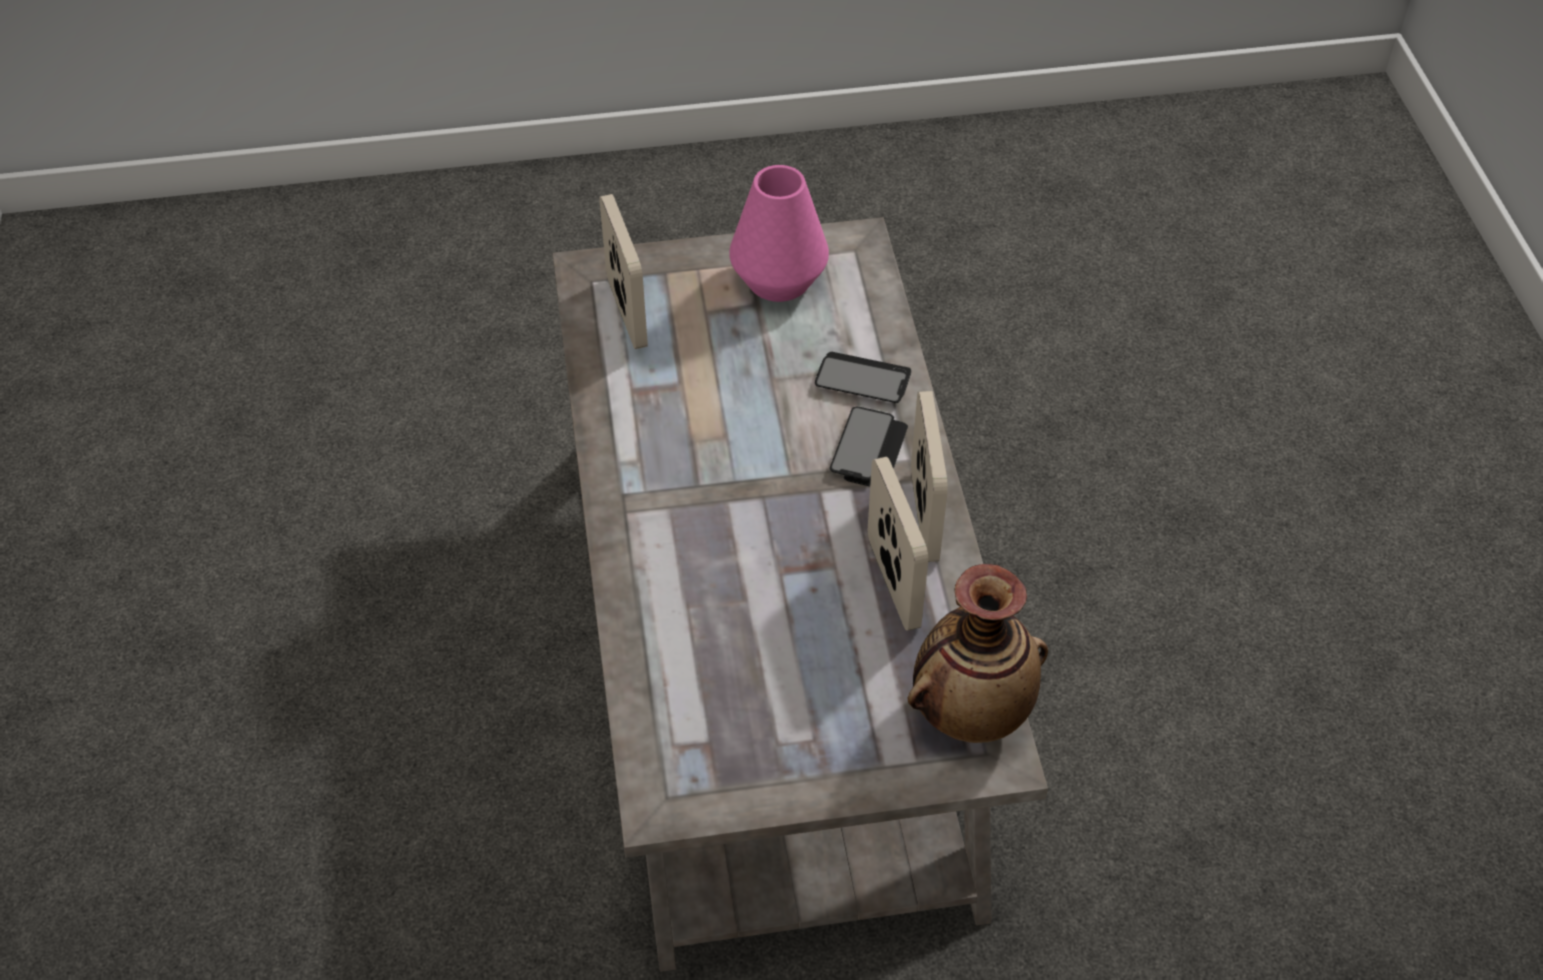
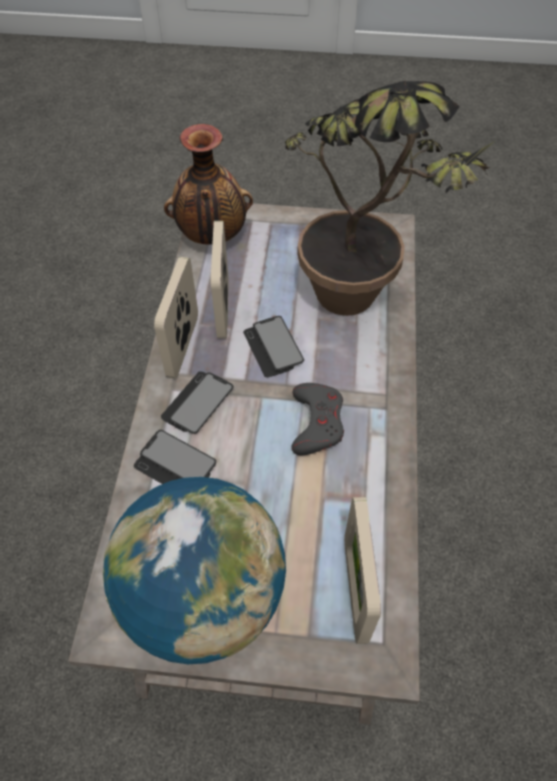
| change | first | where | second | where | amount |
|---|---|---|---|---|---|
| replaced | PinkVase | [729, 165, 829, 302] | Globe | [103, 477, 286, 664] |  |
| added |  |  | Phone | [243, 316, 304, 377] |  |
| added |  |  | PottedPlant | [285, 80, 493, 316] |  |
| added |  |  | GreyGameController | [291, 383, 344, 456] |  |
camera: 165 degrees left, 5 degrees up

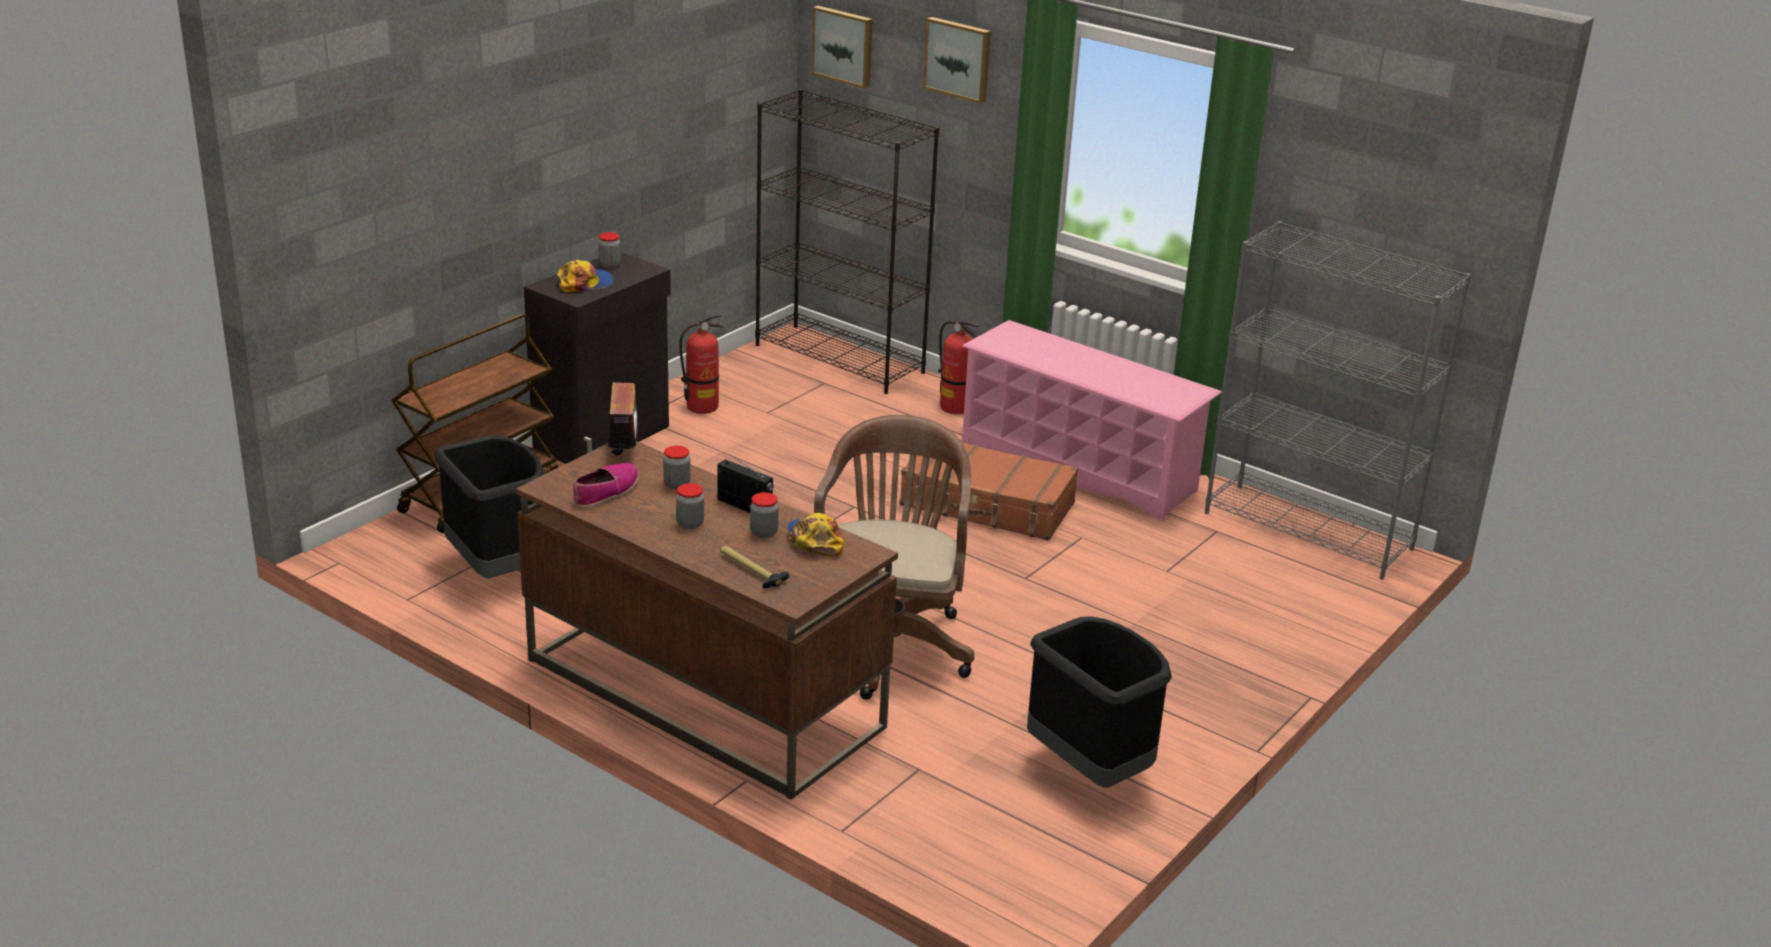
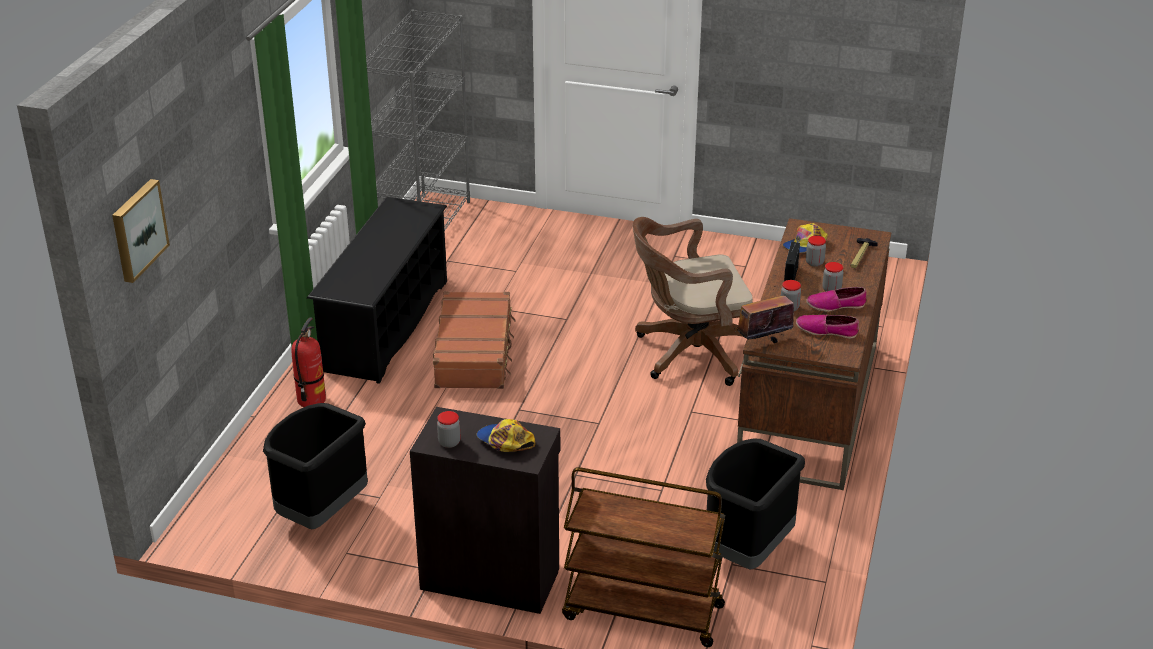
| change | first | where | second | where | amount |
|---|---|---|---|---|---|
| moved | BlackTrashCan | [1027, 616, 1172, 788] |  | [263, 403, 368, 529] |  |
| recoloured | PinkShoeRack | [962, 320, 1222, 521] | BlackShoeRack | [307, 197, 447, 384] |  |
| added |  |  | Shoe | [806, 287, 867, 312] |  |
| removed | FireExtinguisher | [679, 314, 724, 414] |  |  |  |
| removed | BlackBookcase | [755, 89, 939, 394] |  |  |  |
| removed | Picture | [923, 17, 991, 104] |  |  |  |
camera: 110 degrees left, 5 degrees up

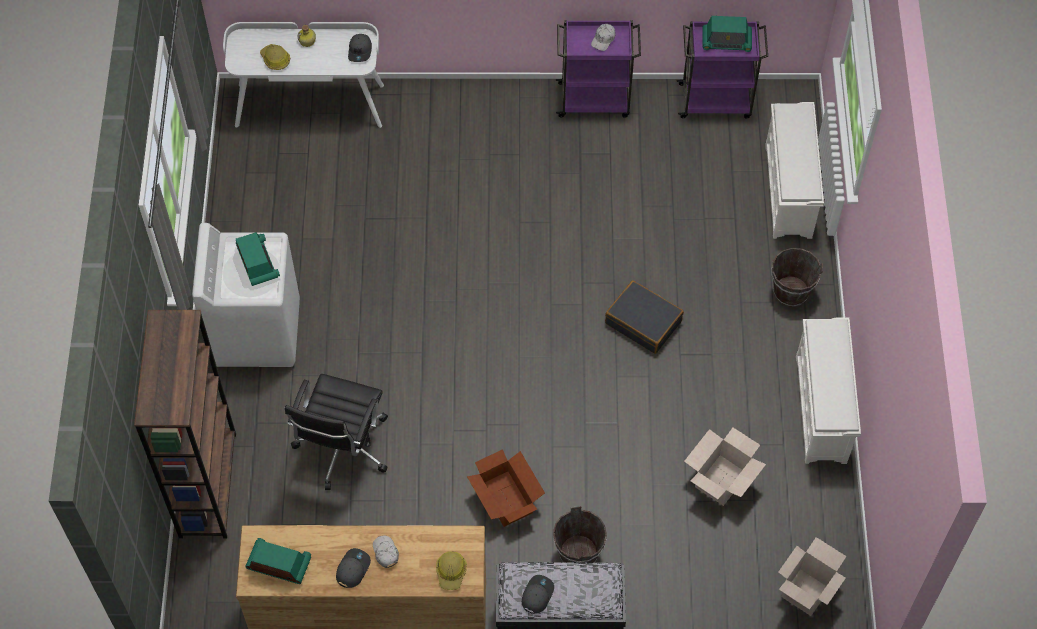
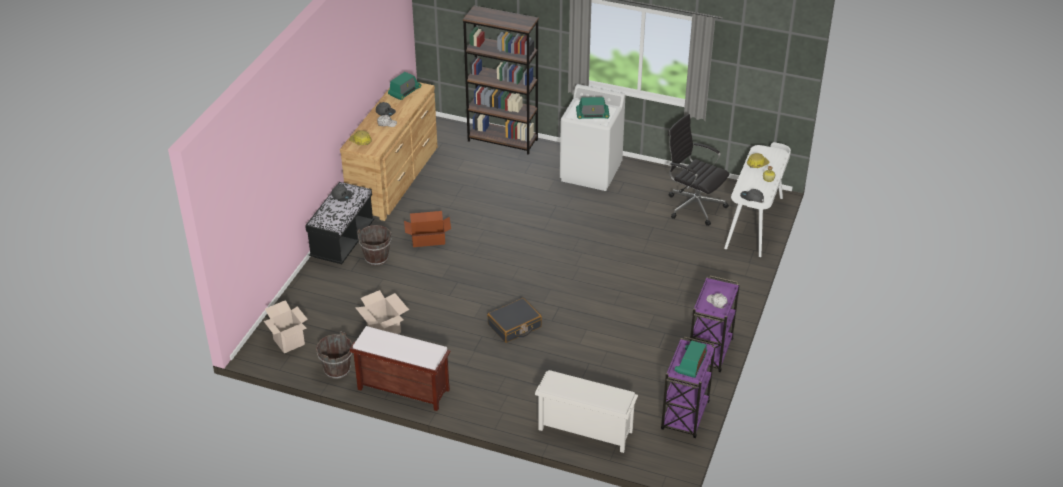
| change | first | where | second | where | amount |
|---|---|---|---|---|---|
| moved | BrownBucket | [772, 248, 823, 307] |  | [316, 331, 352, 379] |  |
| replaced | WhiteShoeRack | [796, 317, 861, 464] | BrownBench | [350, 326, 451, 411] |  |
| moved | BlackOfficeChair | [285, 374, 388, 490] |  | [668, 114, 729, 226] |  |
camera: 110 degrees right, 20 degrees down

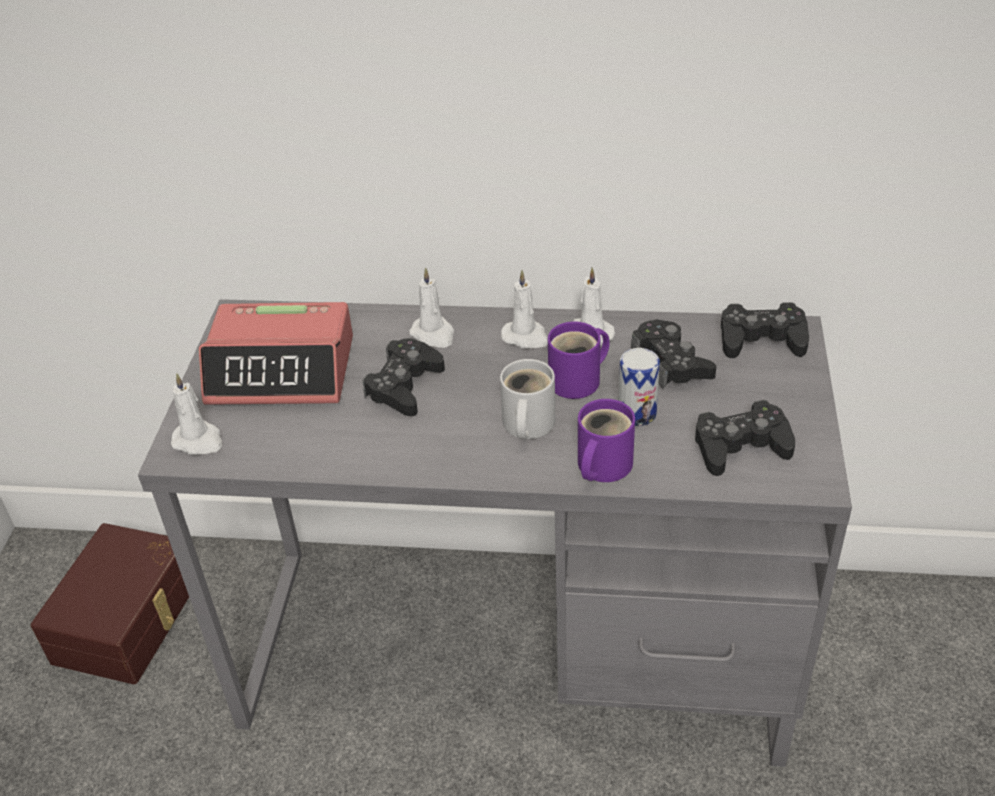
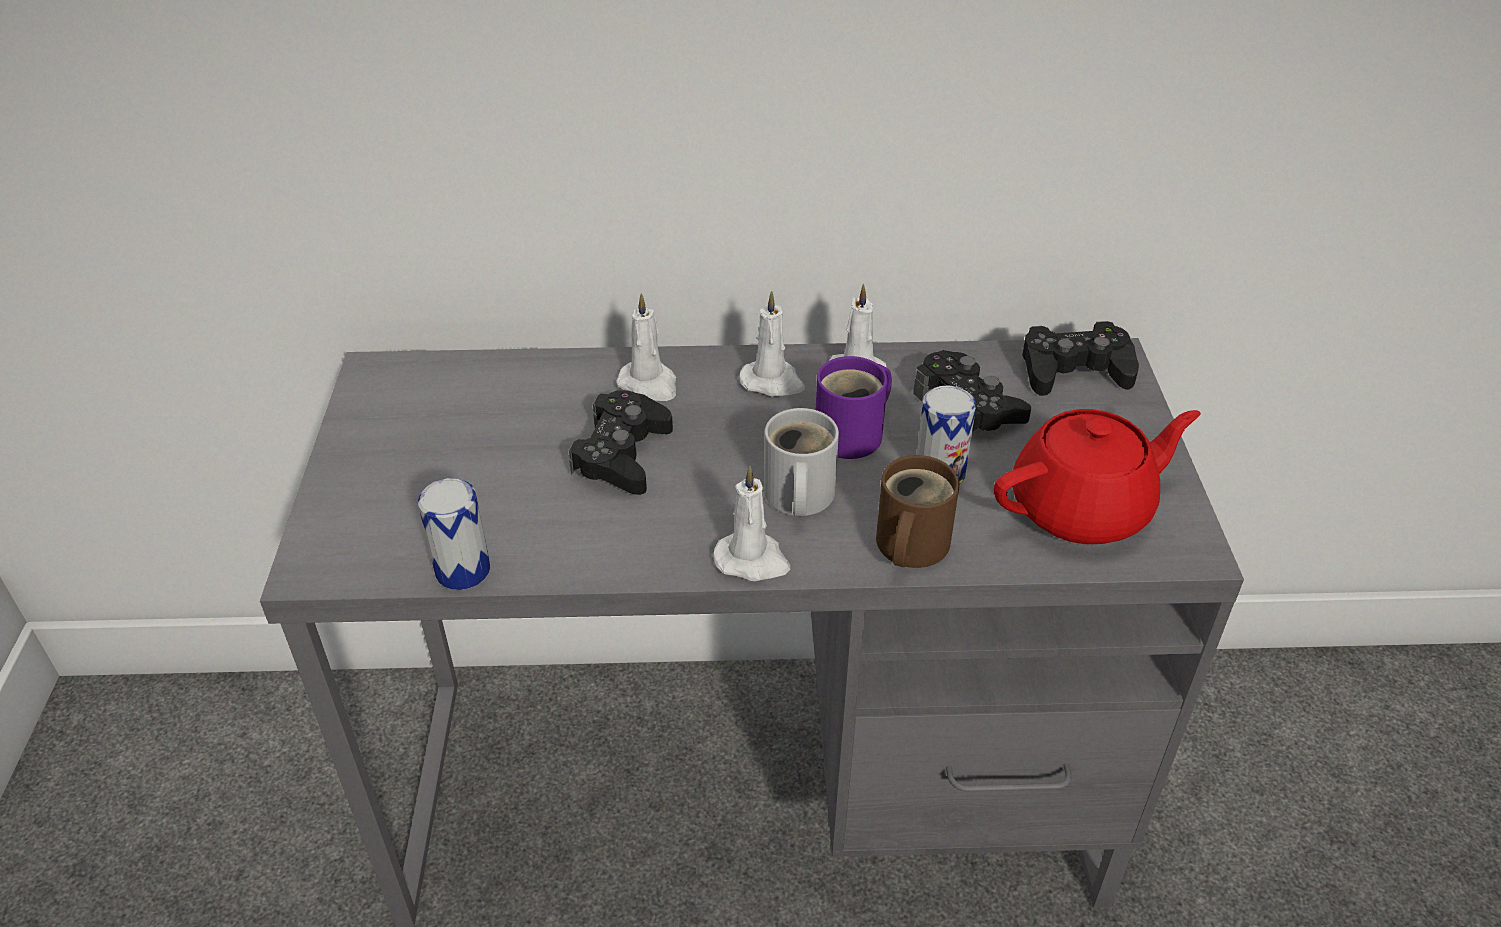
| change | first | where | second | where | amount |
|---|---|---|---|---|---|
| added |  |  | Can | [418, 478, 490, 590] |  |
| moved | WhiteCandle | [171, 373, 223, 455] |  | [713, 466, 790, 581] |  |
| recoloured | PurpleMug | [578, 399, 635, 482] | BrownMug | [876, 455, 959, 568] |  |
| replaced | BlackGameController | [695, 400, 795, 476] | RedTeapot | [994, 409, 1201, 544] |  |
| removed | BrownStorageBox | [31, 523, 189, 684] |  |  |  |
| removed | AlarmClock | [199, 302, 353, 405] |  |  |  |
camera: 10 degrees left, 0 degrees up

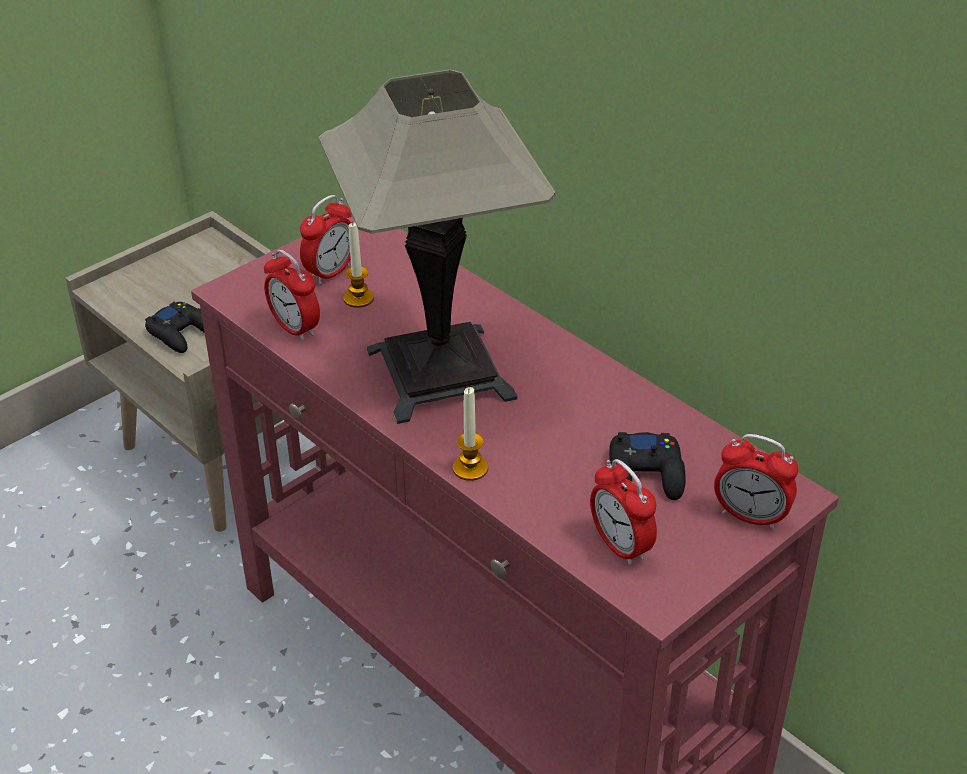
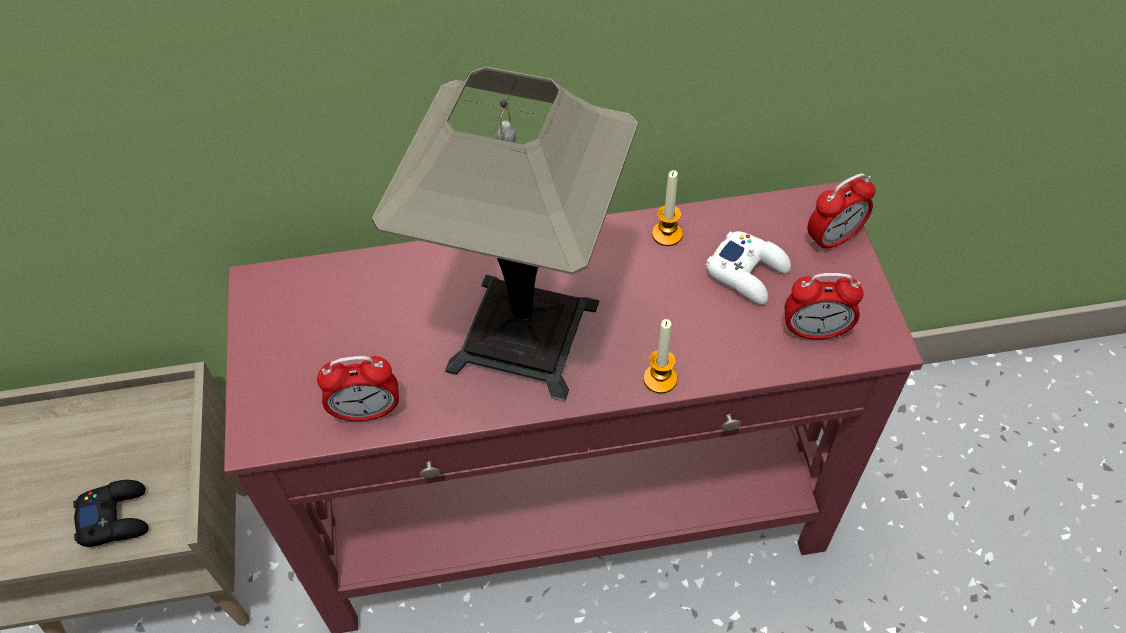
| change | first | where | second | where | amount |
|---|---|---|---|---|---|
| moved | Candle | [343, 222, 374, 308] |  | [652, 170, 683, 246] |  |
| recoloured | BlackGameController | [609, 432, 686, 500] | WhiteGameController | [706, 231, 791, 305] |  |
| removed | AlarmClock | [300, 195, 352, 285] |  |  |  |
camera: 55 degrees left, 15 degrees up

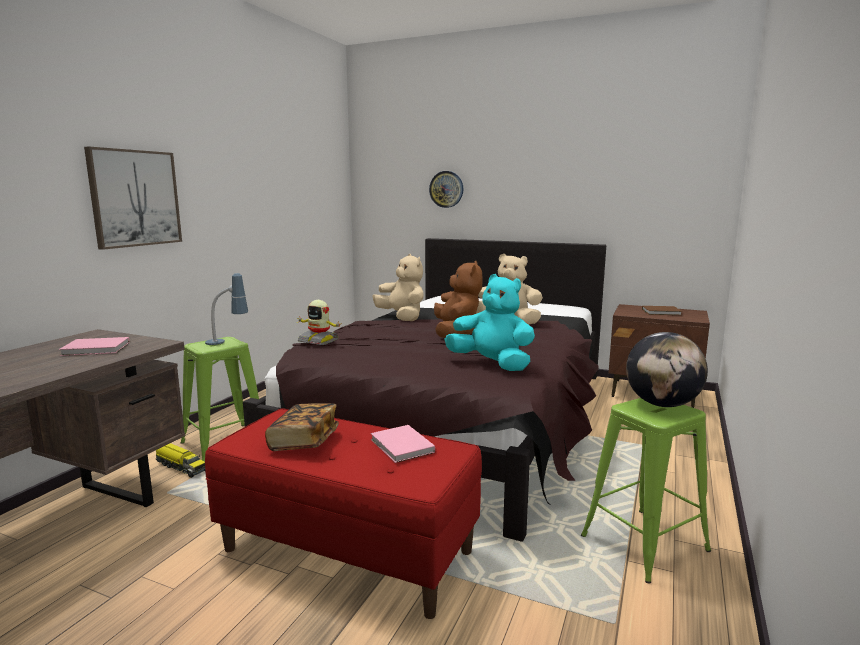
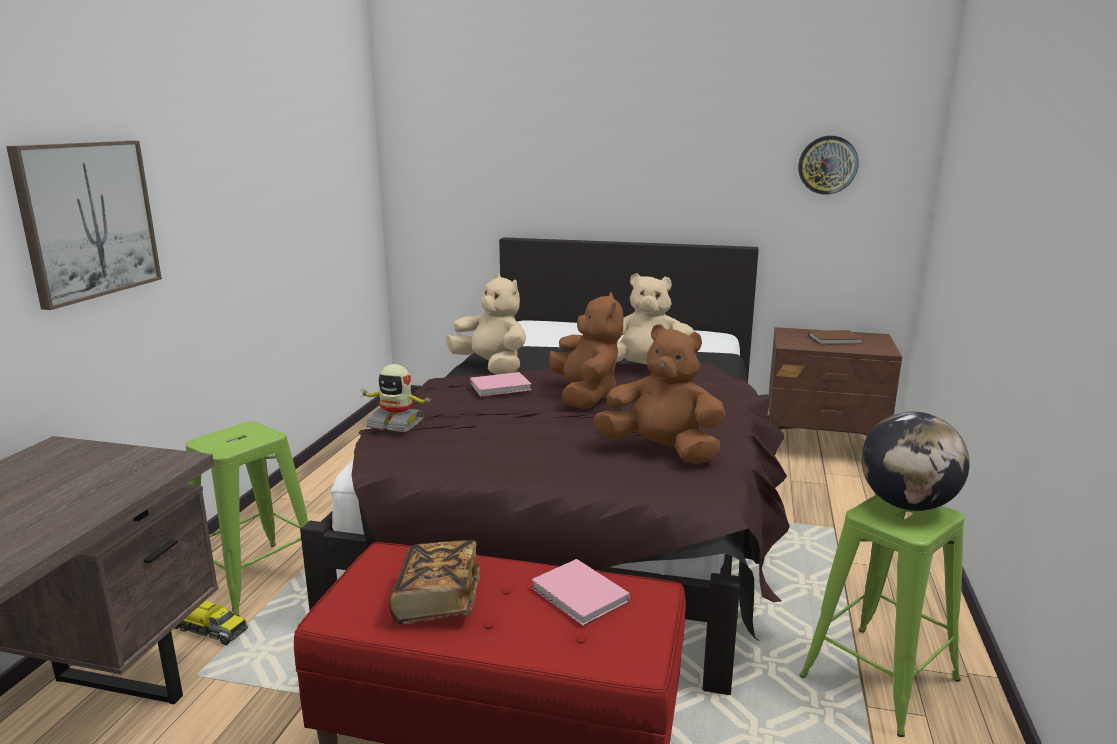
| change | first | where | second | where | amount |
|---|---|---|---|---|---|
| moved | PinkBook | [59, 337, 130, 356] |  | [470, 372, 532, 397] |  |
| recoloured | TurquoisePlushToy | [444, 274, 535, 371] | BrownPlushToy | [593, 324, 726, 464] |  |
| moved | WallClock | [429, 171, 464, 208] |  | [798, 136, 859, 195] |  |
| removed | TableLamp | [205, 273, 248, 345] |  |  |  |
camera: 10 degrees left, 5 degrees up

